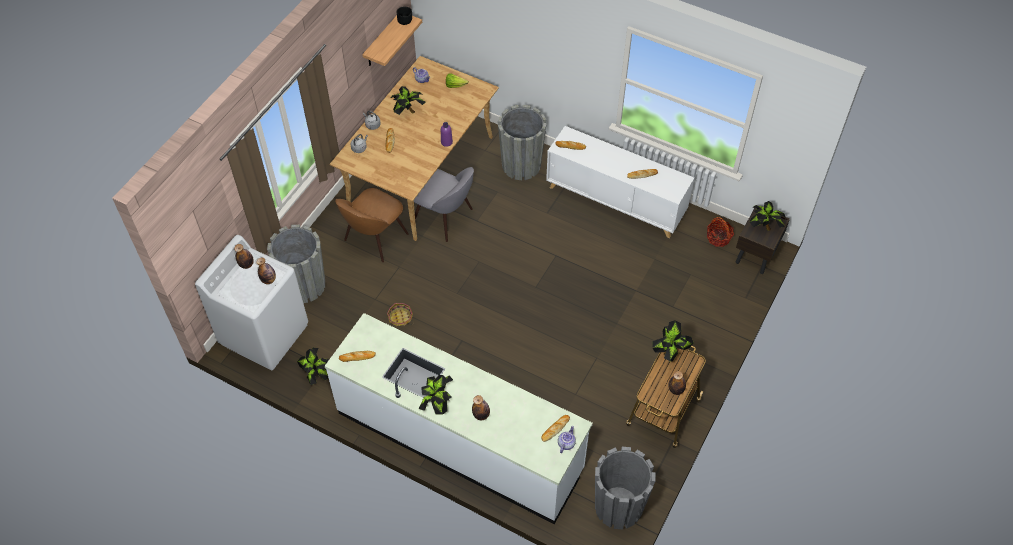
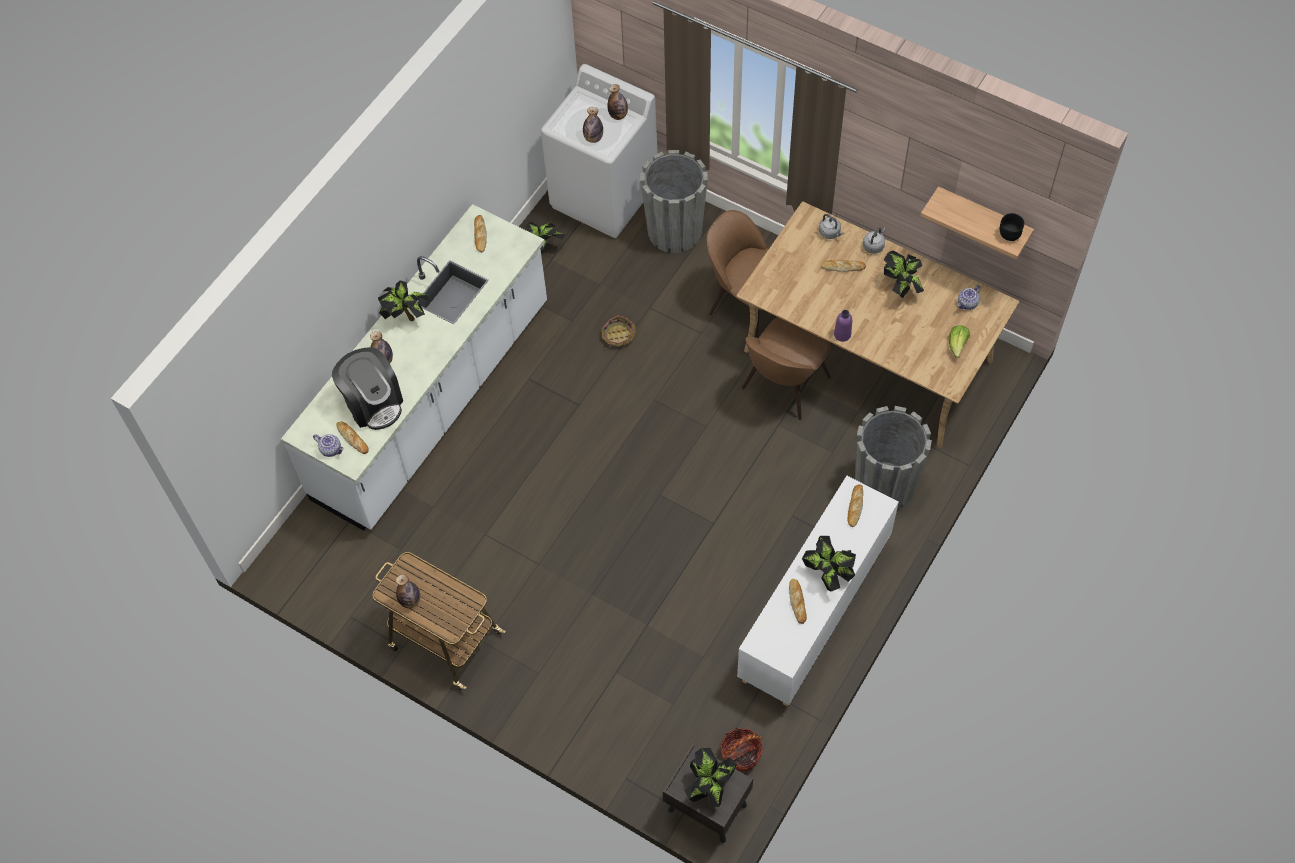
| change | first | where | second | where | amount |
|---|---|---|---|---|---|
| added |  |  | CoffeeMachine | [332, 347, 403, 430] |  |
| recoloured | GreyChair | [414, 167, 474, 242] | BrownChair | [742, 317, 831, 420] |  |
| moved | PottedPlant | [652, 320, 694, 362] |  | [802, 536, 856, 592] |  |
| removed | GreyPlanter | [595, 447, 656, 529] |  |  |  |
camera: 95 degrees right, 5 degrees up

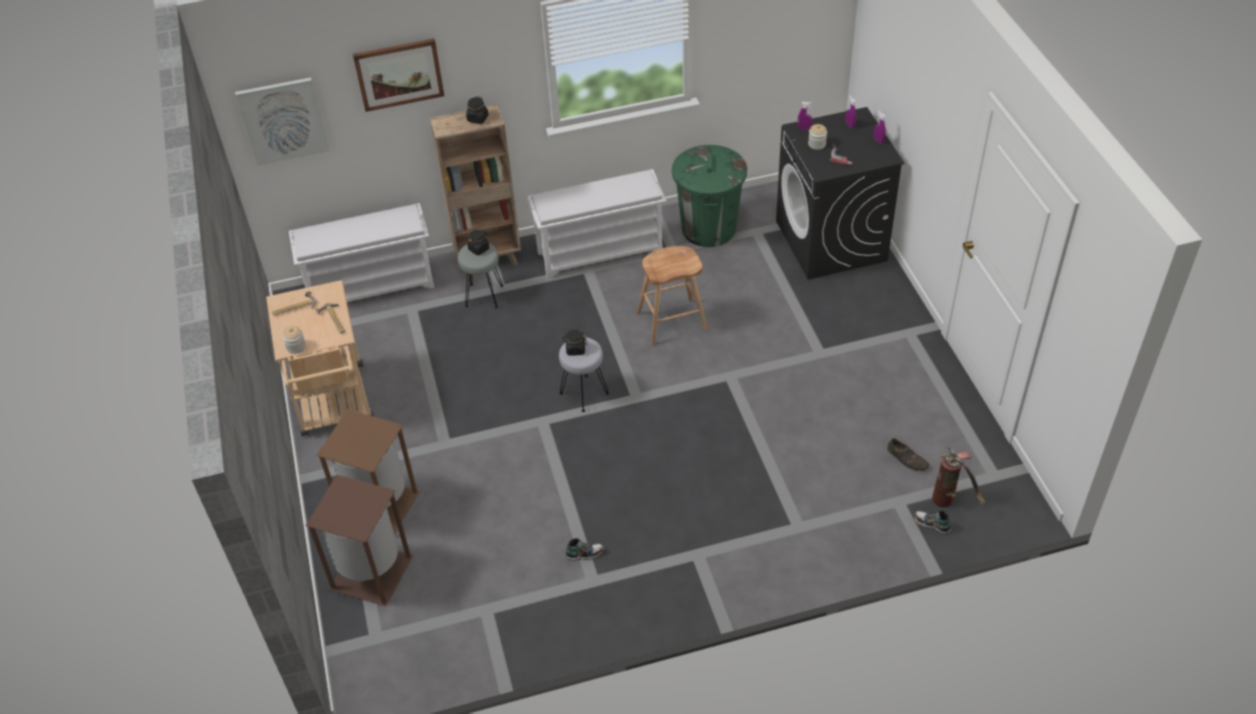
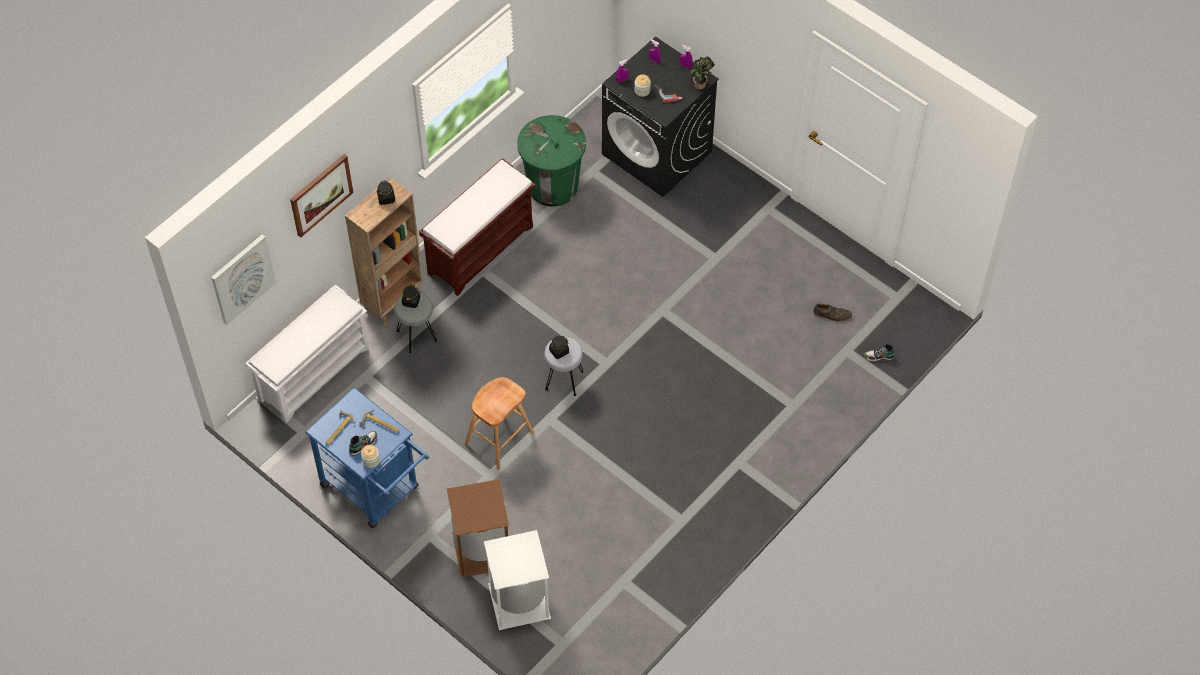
| change | first | where | second | where | amount |
|---|---|---|---|---|---|
| recoloured | BeigeCart | [266, 280, 374, 436] | BlueCart | [305, 387, 429, 528] |  |
| moved | Shoe | [565, 538, 604, 560] |  | [349, 431, 377, 455] |  |
| replaced | WhiteShoeRack | [528, 169, 667, 279] | BrownBench | [419, 158, 536, 296] |  |
| moved | BrownStool | [637, 246, 708, 345] |  | [465, 377, 534, 470] |  |
| recoloured | BrownTrashCan | [306, 475, 413, 606] | WhiteTrashCan | [484, 530, 551, 630] |  |
| added |  |  | PottedPlant | [687, 56, 715, 89] |  |
| removed | FireExtinguisher | [932, 448, 985, 508] |  |  |  |
camera: 35 degrees left, 10 degrees up

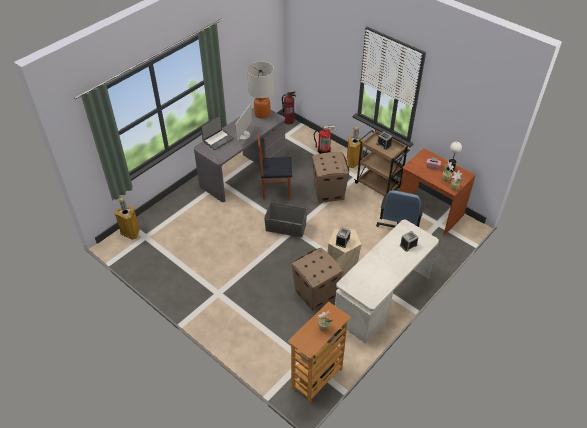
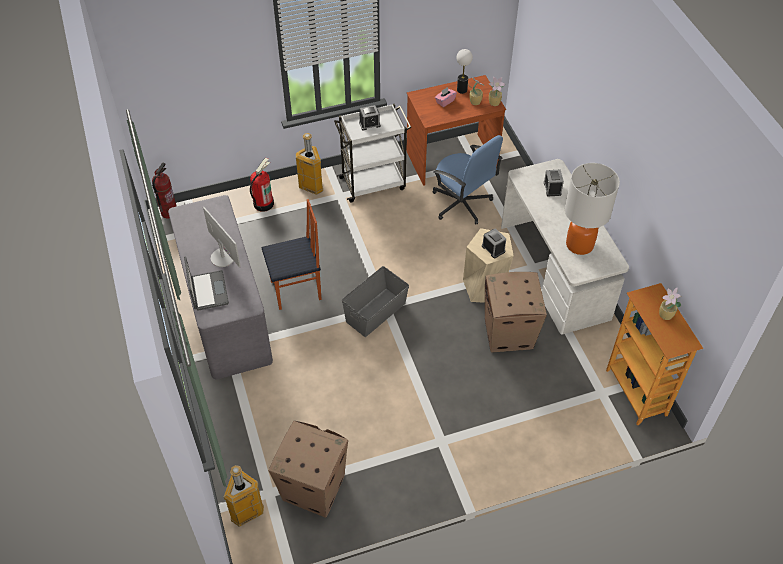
| change | first | where | second | where | amount |
|---|---|---|---|---|---|
| turned | Chair | [258, 132, 292, 199] |  | [261, 199, 322, 310] | 135 degrees counterclockwise |
| moved | CardboardBox | [312, 152, 349, 203] |  | [268, 421, 348, 518] |  |
| recoloured | BrownCart | [354, 130, 410, 196] | WhiteCart | [334, 104, 411, 203] |  |
| moved | TableLamp | [247, 61, 275, 119] |  | [565, 163, 620, 255] |  |
camera: 60 degrees left, 5 degrees up

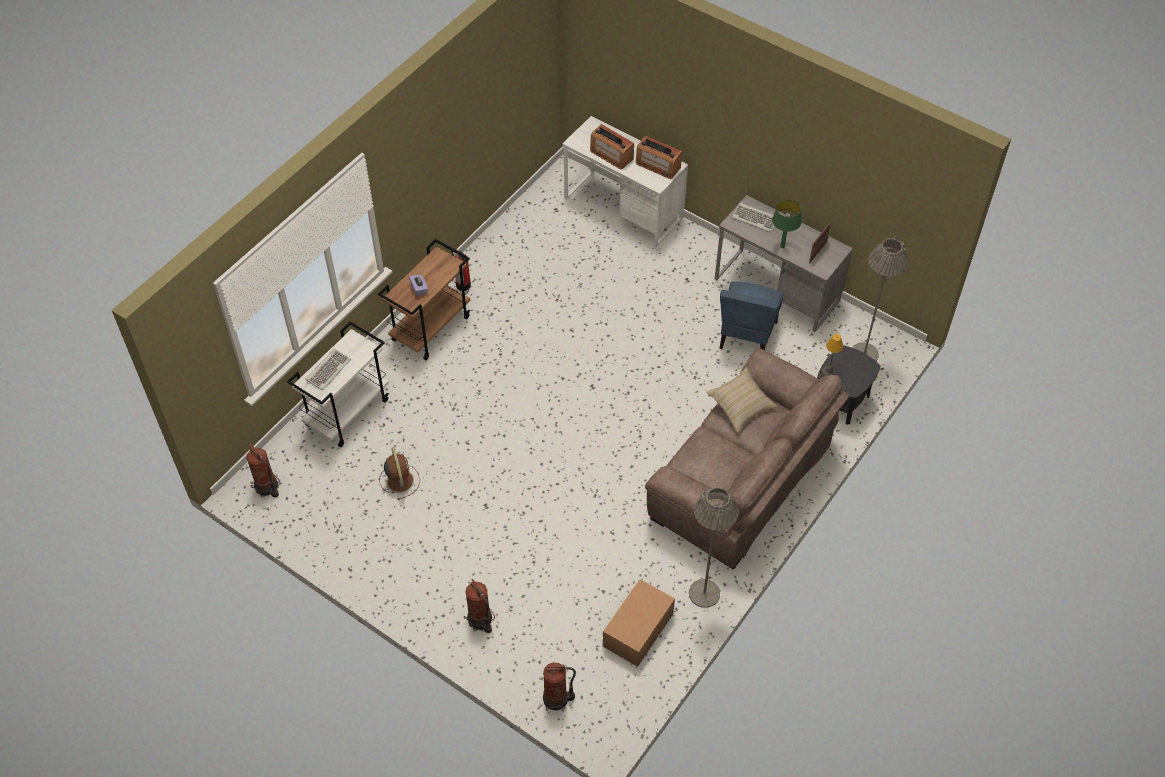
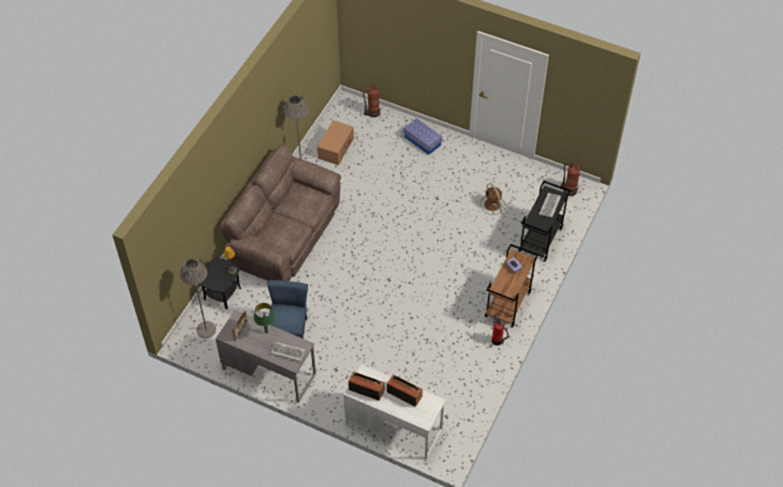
| change | first | where | second | where | amount |
|---|---|---|---|---|---|
| replaced | FireExtinguisher | [464, 579, 495, 633] | StorageBox | [404, 118, 442, 155] |  |
| recoloured | WhiteCart | [287, 321, 389, 447] | BlackCart | [519, 181, 571, 262] |  |
| removed | BeigePillow | [706, 367, 777, 433] |  |  |  |
camera: 170 degrees right, 0 degrees up

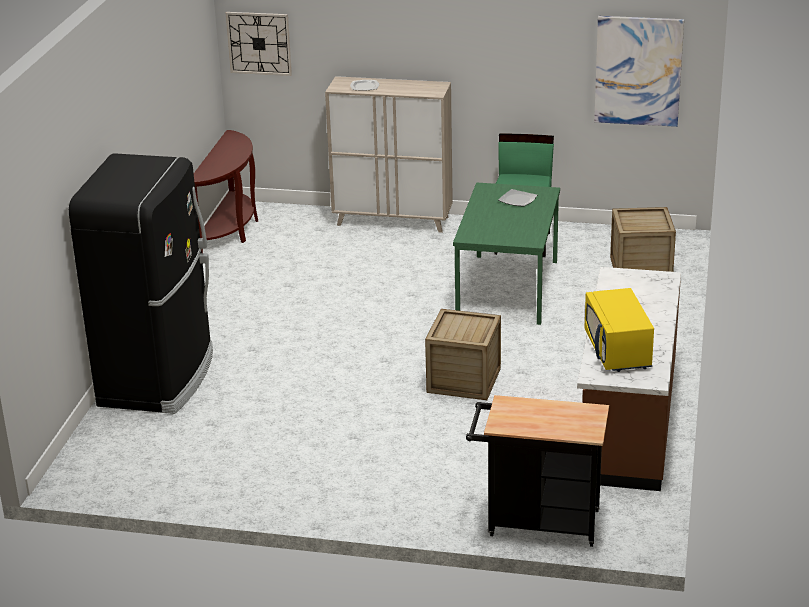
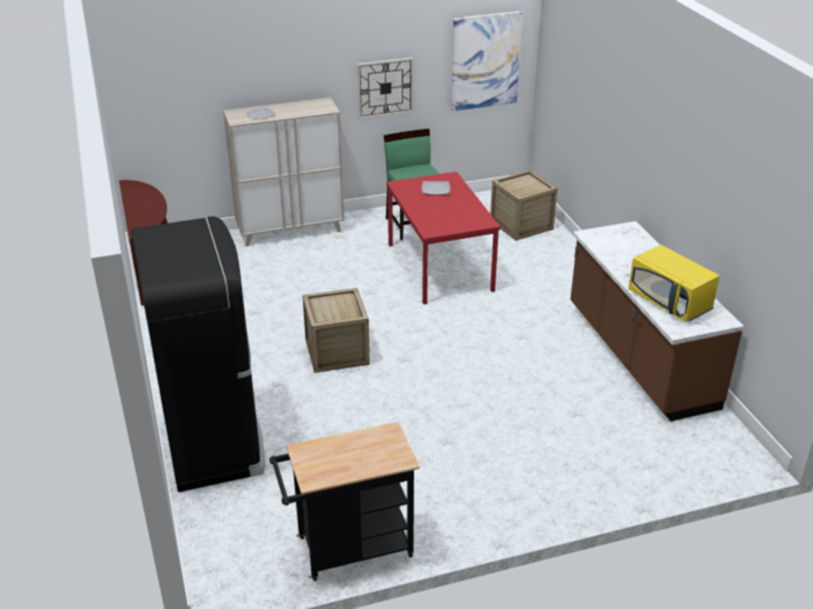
| change | first | where | second | where | amount |
|---|---|---|---|---|---|
| moved | BlackCart | [466, 395, 609, 547] |  | [269, 422, 420, 581] |  |
| moved | Crate | [425, 309, 501, 400] |  | [302, 288, 370, 373] |  |
| moved | WallClock | [226, 12, 292, 76] |  | [357, 57, 413, 119] |  |
| recoloured | GreenDiningTable | [453, 182, 560, 325] | RedDiningTable | [386, 172, 500, 304] |  |
camera: 30 degrees left, 5 degrees up

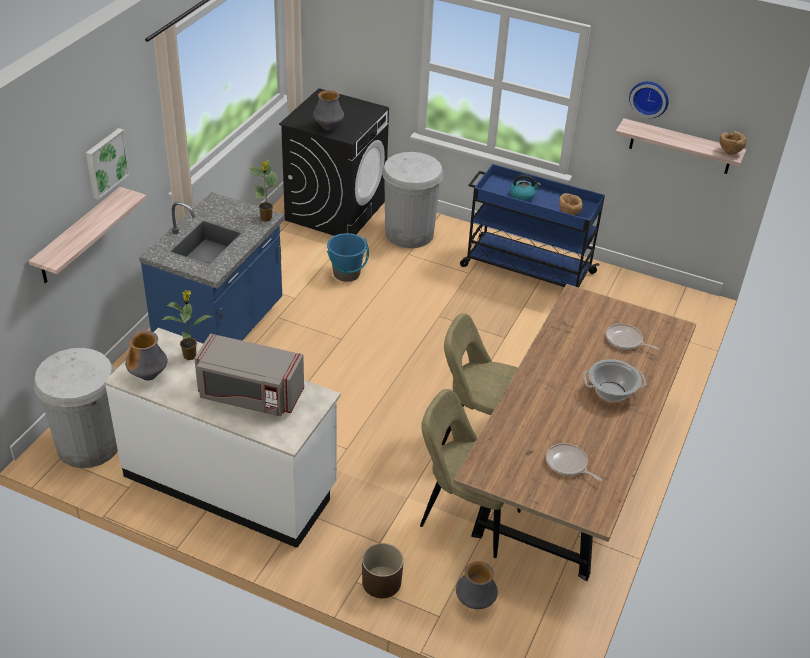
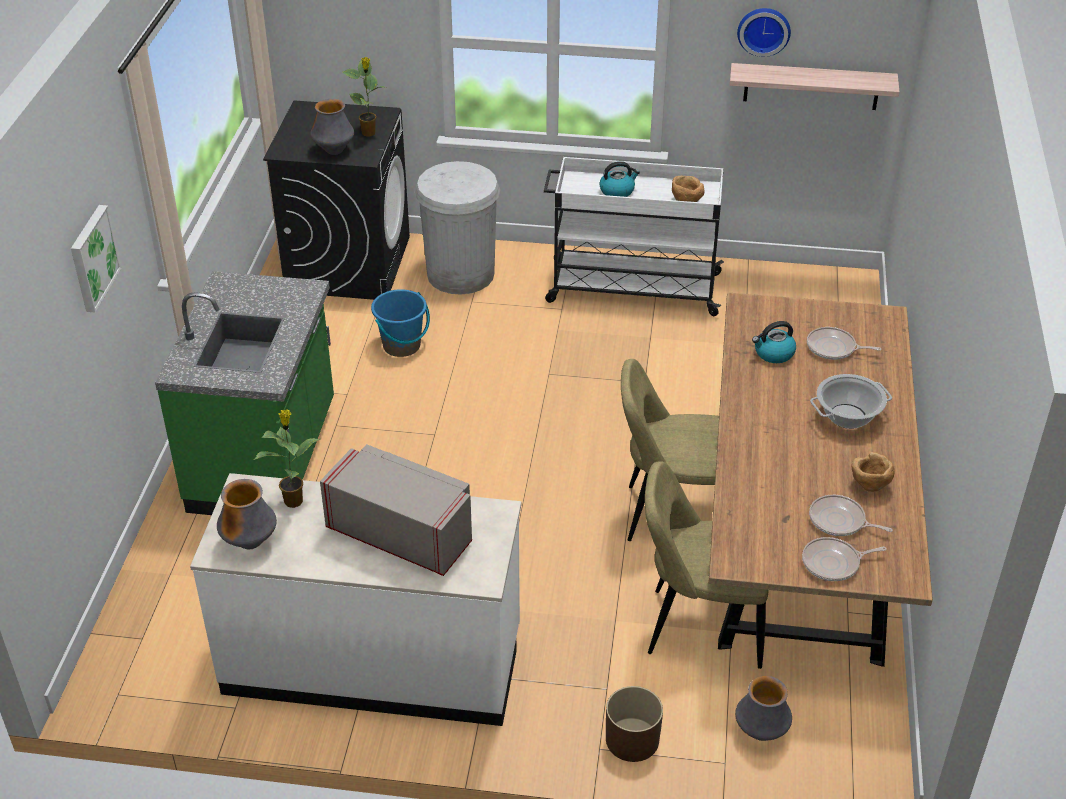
| change | first | where | second | where | amount |
|---|---|---|---|---|---|
| recoloured | BlueCounter | [139, 192, 285, 344] | GreenCounter | [155, 271, 334, 515] |  |
| turned | GreyMicrowave | [194, 333, 304, 417] |  | [320, 444, 472, 576] | 150 degrees counterclockwise |
| moved | PottedPlant | [249, 159, 279, 221] |  | [342, 57, 386, 136] |  |
| recoloured | BlueCart | [460, 164, 605, 287] | WhiteCart | [544, 157, 724, 316] |  |
| added |  |  | Kettle | [752, 321, 796, 363] |  |
| added |  |  | FryingPan | [802, 537, 887, 581] |  |
| moved | BrownBowl | [720, 131, 747, 155] |  | [851, 452, 895, 492] |  |
| removed | Shelf | [29, 187, 147, 283] |  |  |  |
| removed | WhiteTrashCan | [33, 348, 118, 468] |  |  |  |
camera: 15 degrees left, 0 degrees up

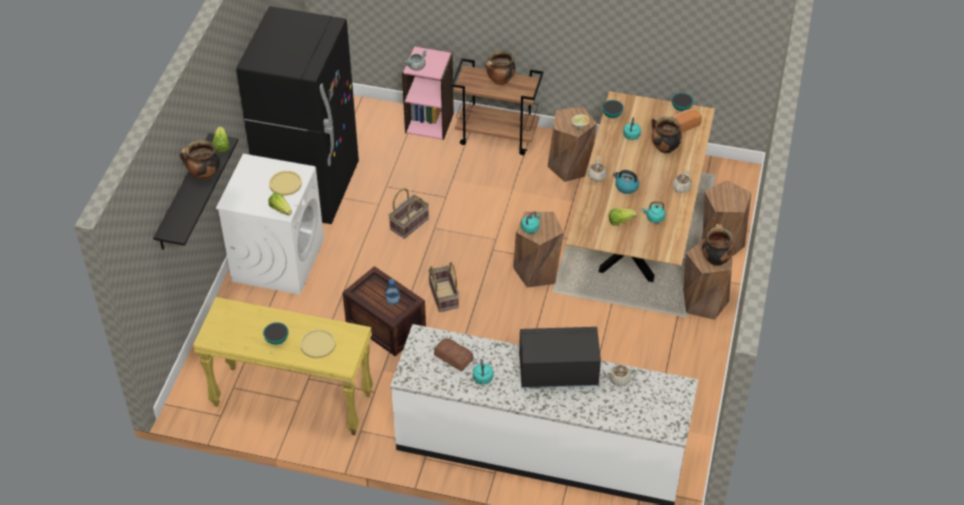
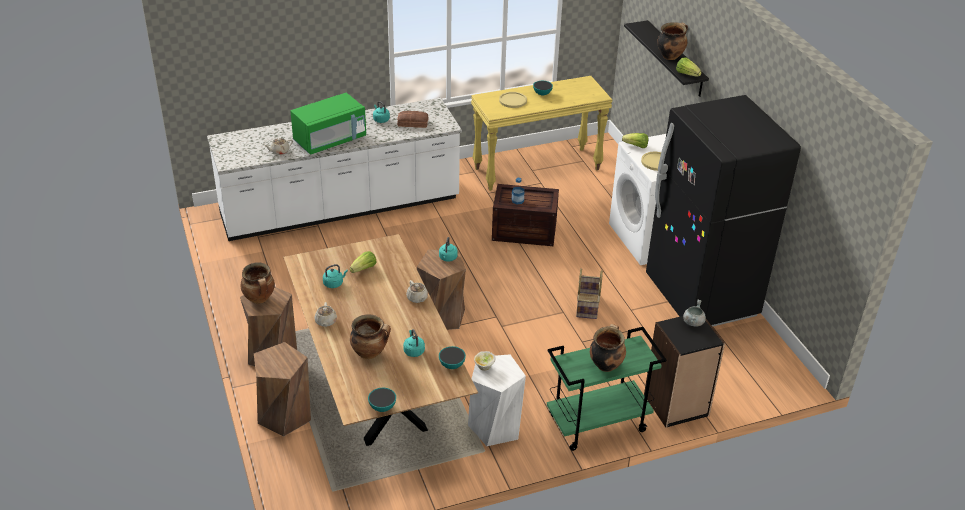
| change | first | where | second | where | amount |
|---|---|---|---|---|---|
| recoloured | BlackMicrowave | [519, 327, 601, 388] | GreenMicrowave | [290, 93, 366, 155] |  |
| recoloured | BrownStool | [548, 107, 597, 182] | WhiteStool | [468, 354, 526, 446] |  |
| recoloured | BrownCart | [451, 58, 544, 155] | GreenCart | [547, 327, 666, 451] |  |
| recoloured | PinkBookcase | [402, 46, 454, 140] | BlackBookcase | [644, 316, 725, 428] |  |
| removed | Basket | [428, 262, 459, 312] |  |  |  |
| removed | Kettle | [613, 170, 639, 194] |  |  |  |
| removed | Bread | [672, 108, 702, 133] |  |  |  |
camera: 145 degrees right, 10 degrees down

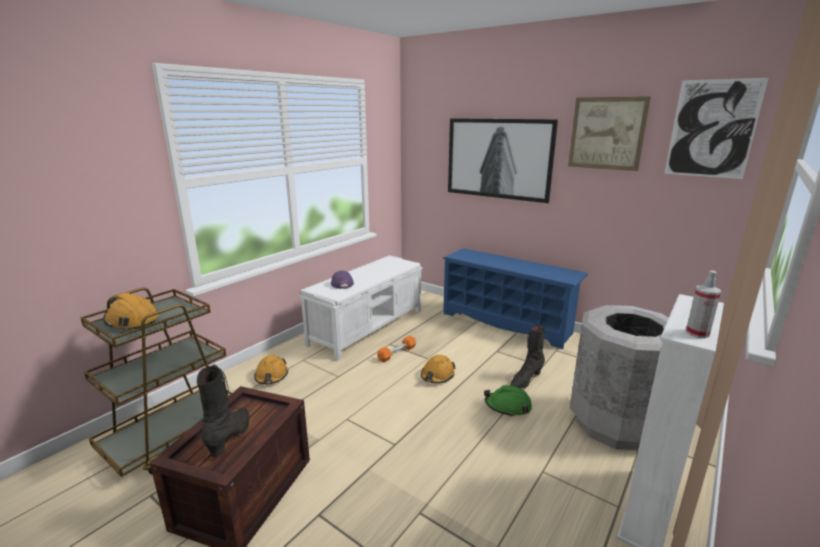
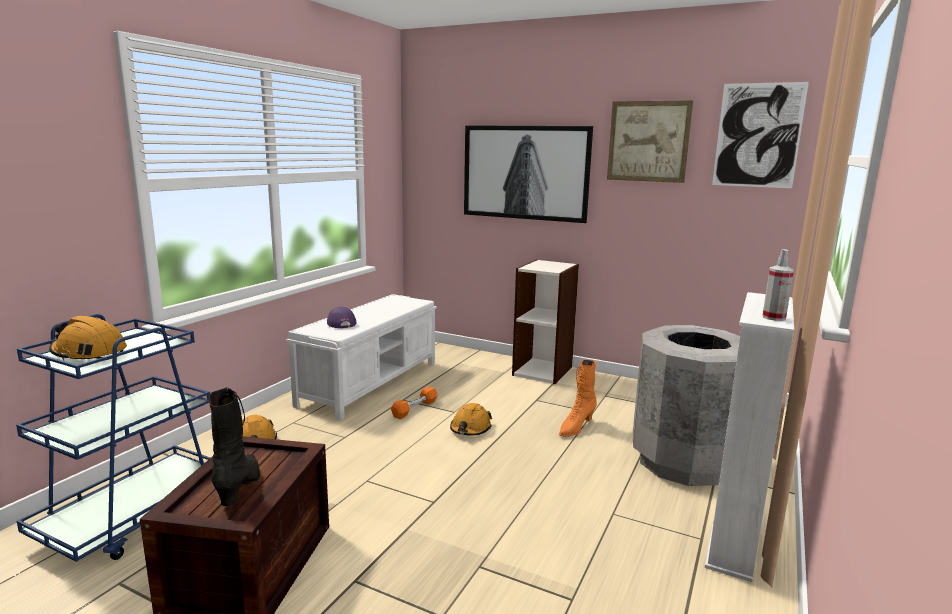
| change | first | where | second | where | amount |
|---|---|---|---|---|---|
| recoloured | BrownCart | [80, 288, 232, 477] | BlueCart | [16, 314, 210, 562] |  |
| replaced | BlueShoeRack | [443, 248, 588, 349] | Bookcase | [512, 260, 579, 384] |  |
| recoloured | BlackBoot | [510, 326, 545, 389] | OrangeBoot | [559, 360, 597, 437] |  |
| removed | GreenHardHat | [484, 385, 532, 417] |  |  |  |
camera: 10 degrees left, 5 degrees down

